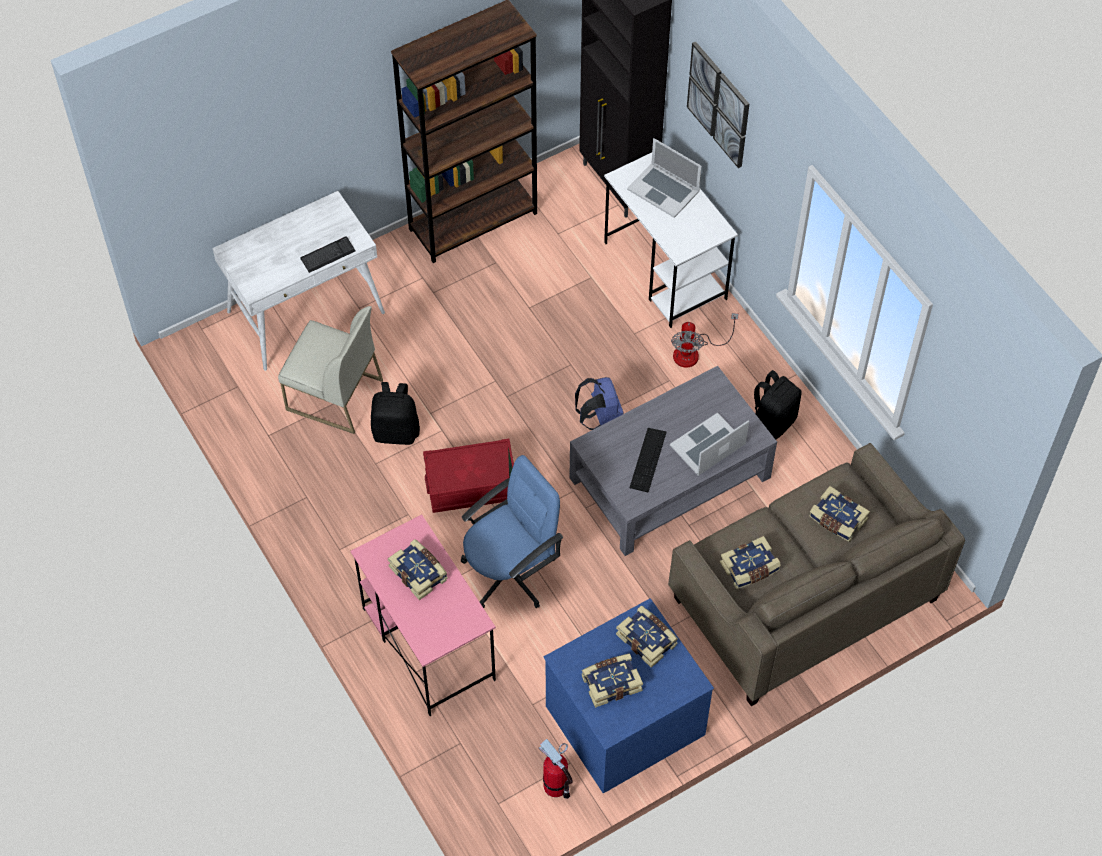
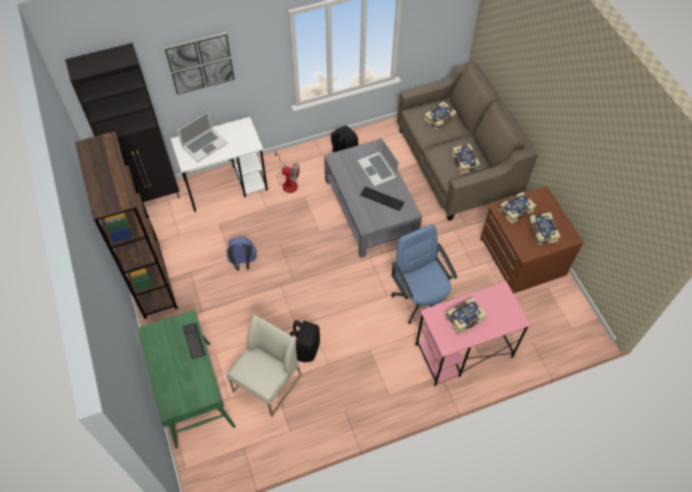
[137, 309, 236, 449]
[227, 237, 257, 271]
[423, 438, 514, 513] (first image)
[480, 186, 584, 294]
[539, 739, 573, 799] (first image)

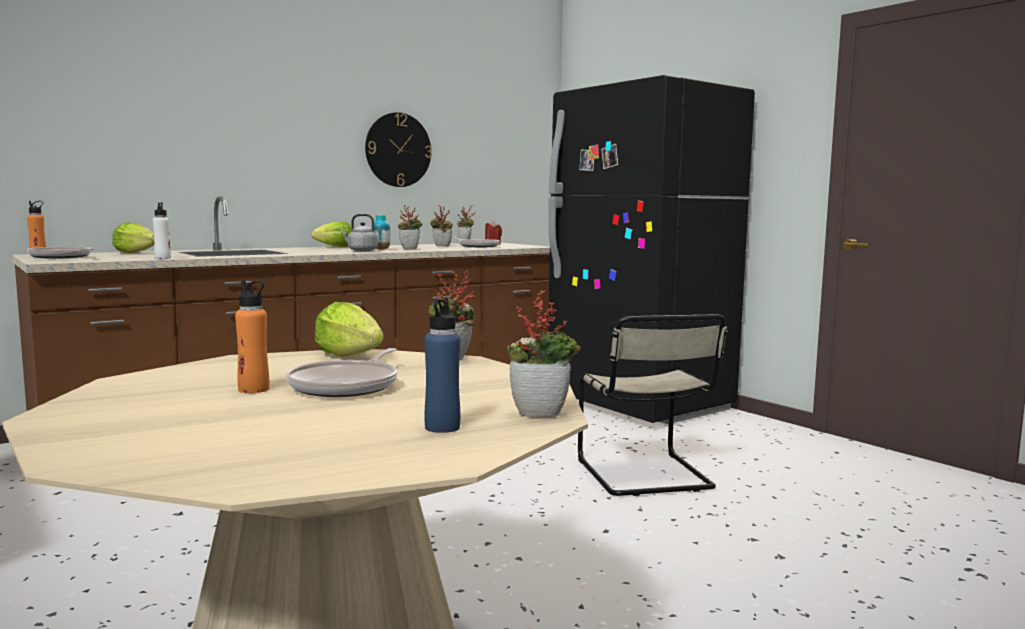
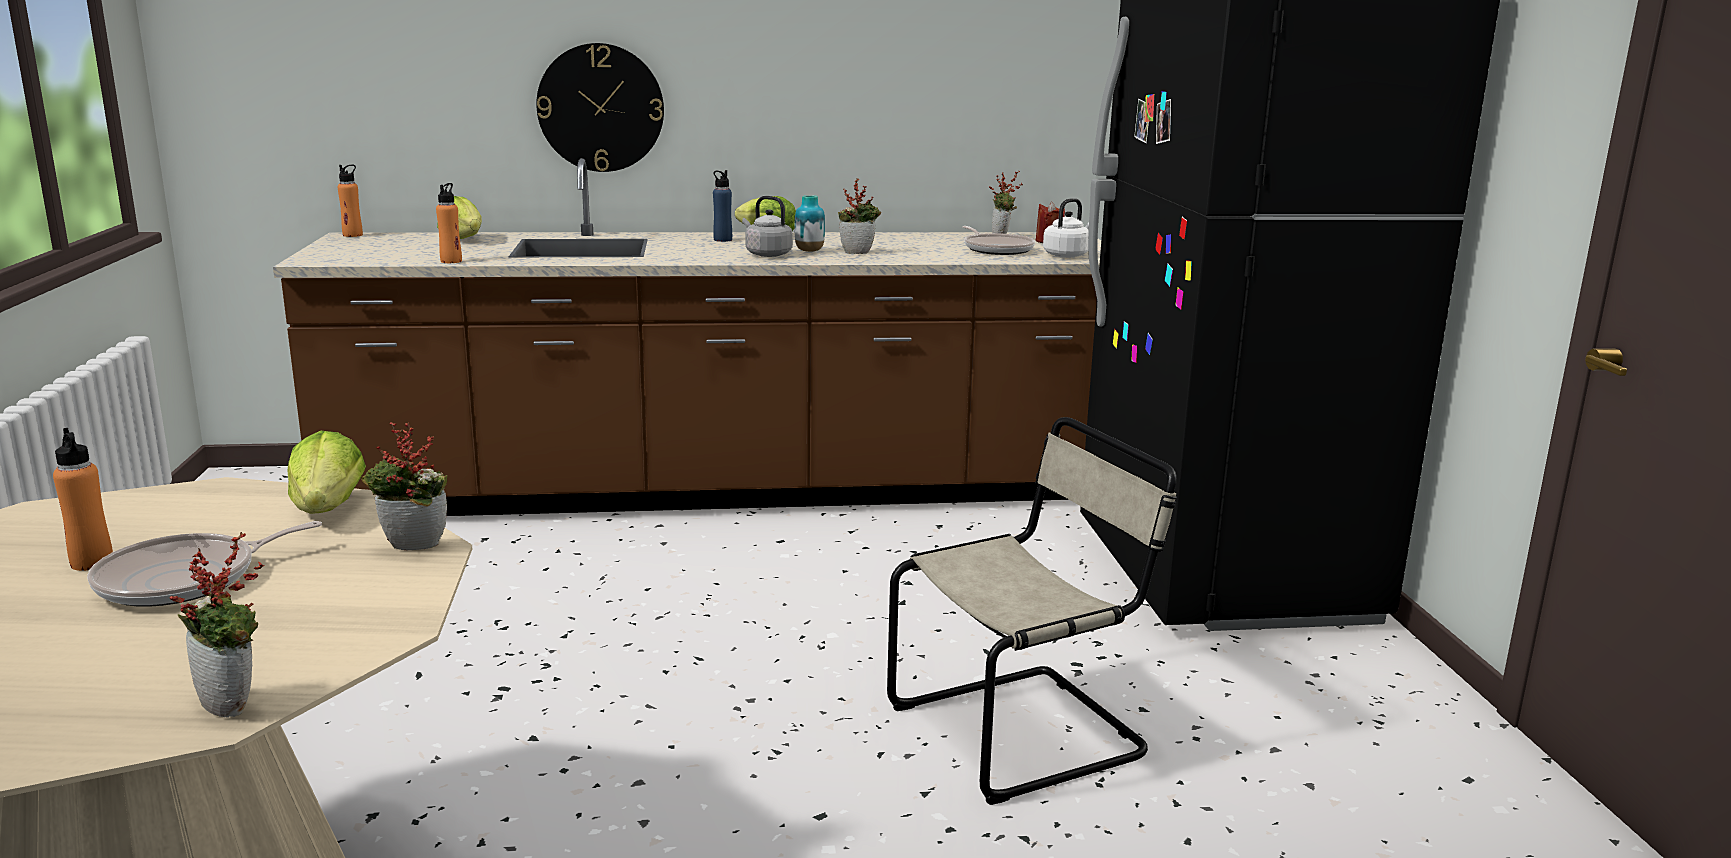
[536, 43, 664, 172]
[436, 183, 462, 263]
[430, 205, 453, 246] (first image)
[27, 247, 94, 259] (first image)
[713, 170, 732, 242]
[887, 417, 1177, 805]
[1043, 198, 1089, 258]

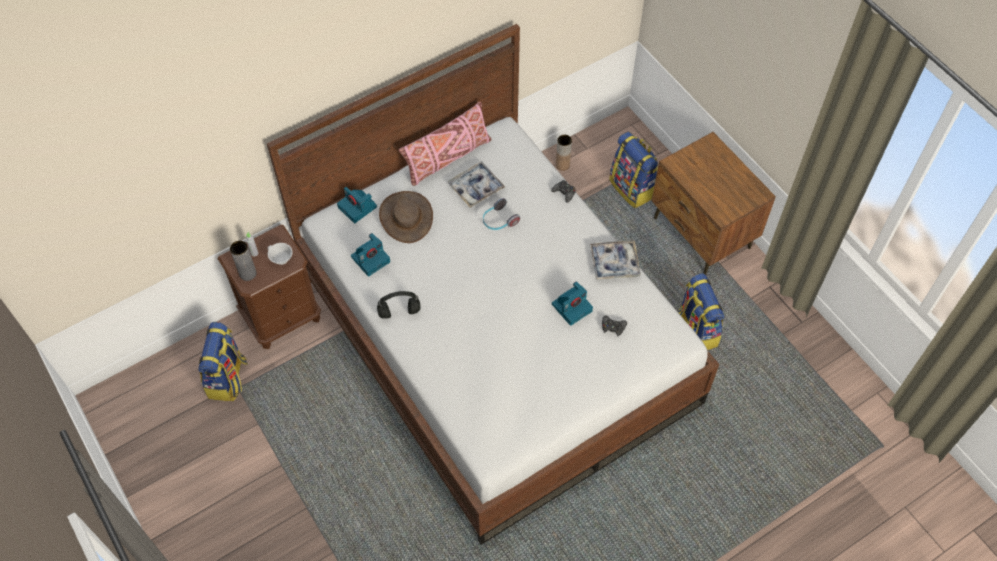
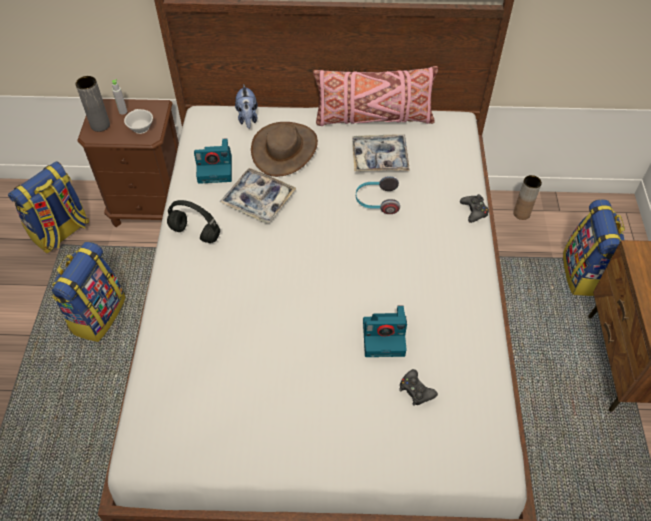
[235, 84, 258, 129]
[220, 168, 296, 223]
[51, 242, 126, 342]

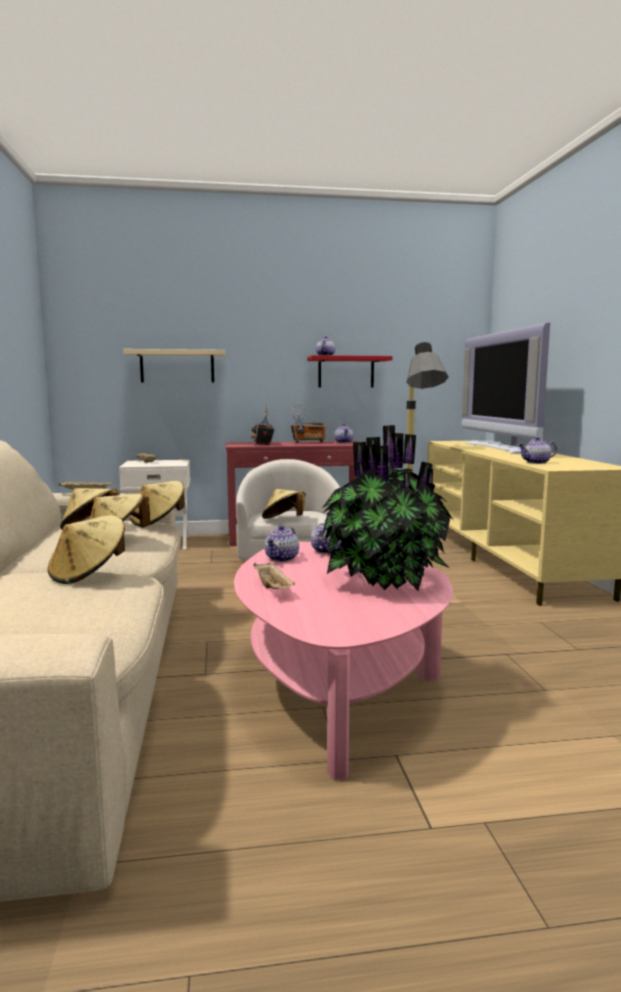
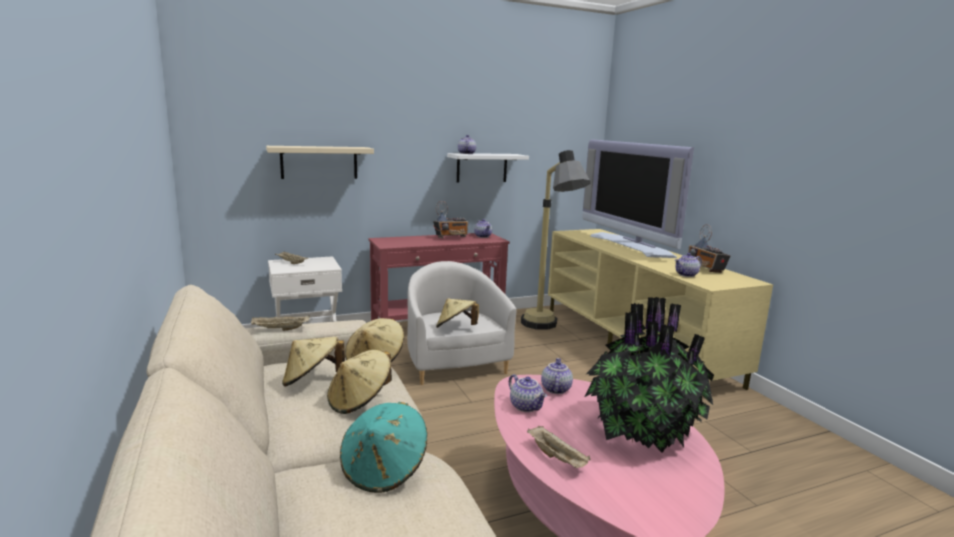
[447, 153, 529, 183]
[688, 224, 731, 273]
[340, 402, 427, 493]
[509, 374, 547, 412]

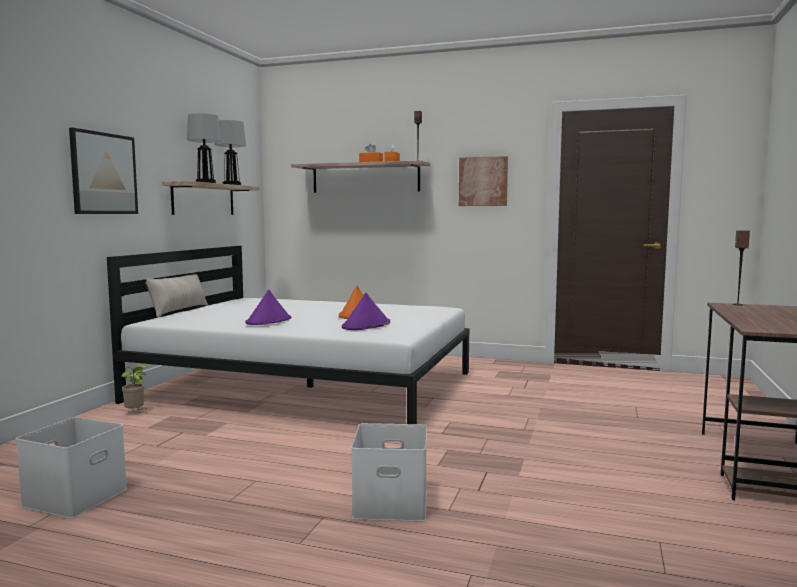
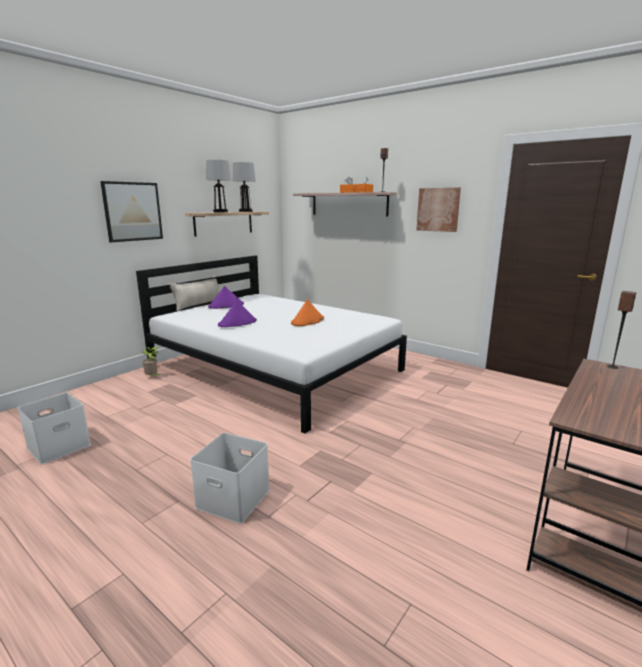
[208, 286, 244, 309]

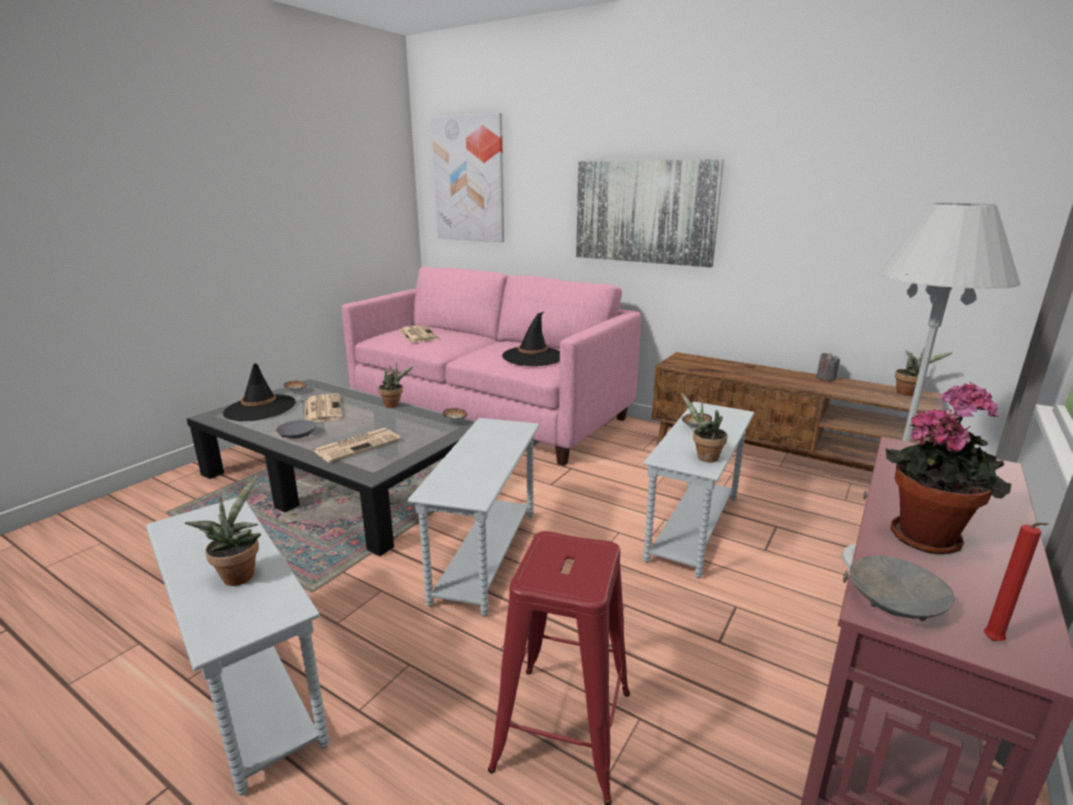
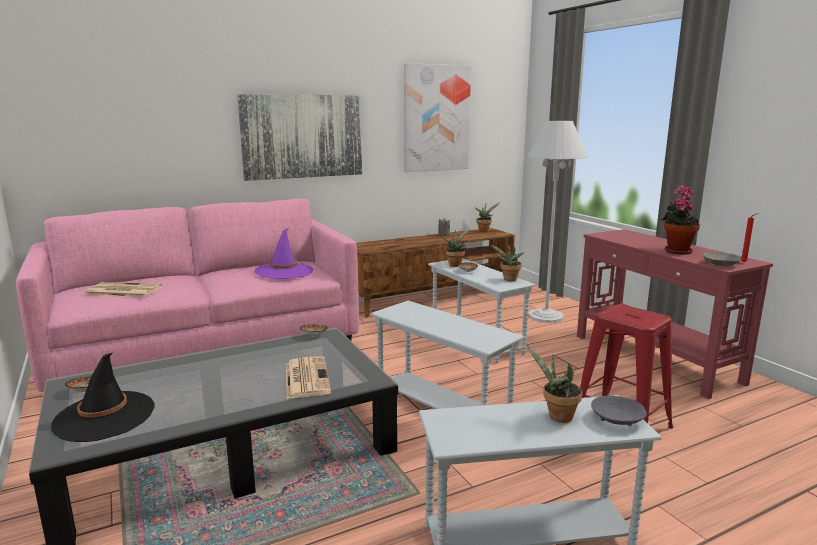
[404, 63, 471, 172]
[254, 228, 313, 279]
[442, 228, 470, 267]
[305, 393, 342, 423] (first image)
[591, 396, 647, 426]

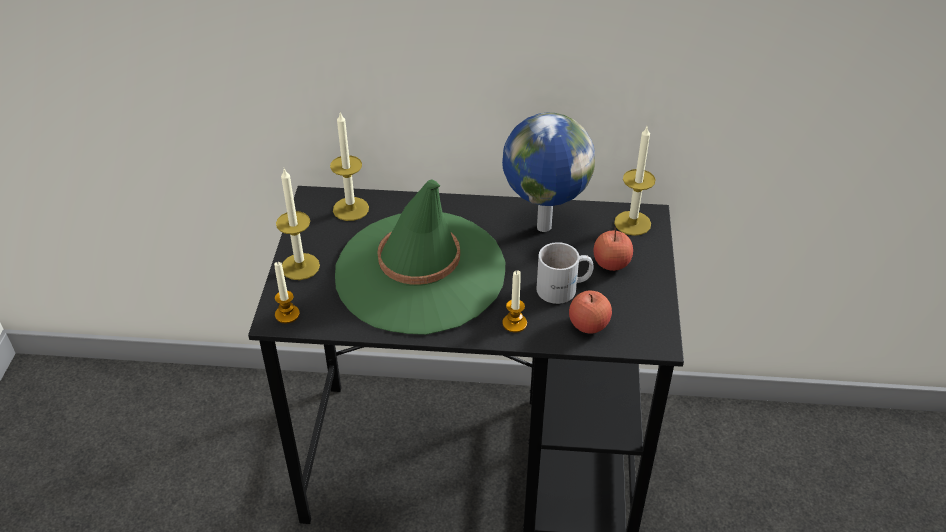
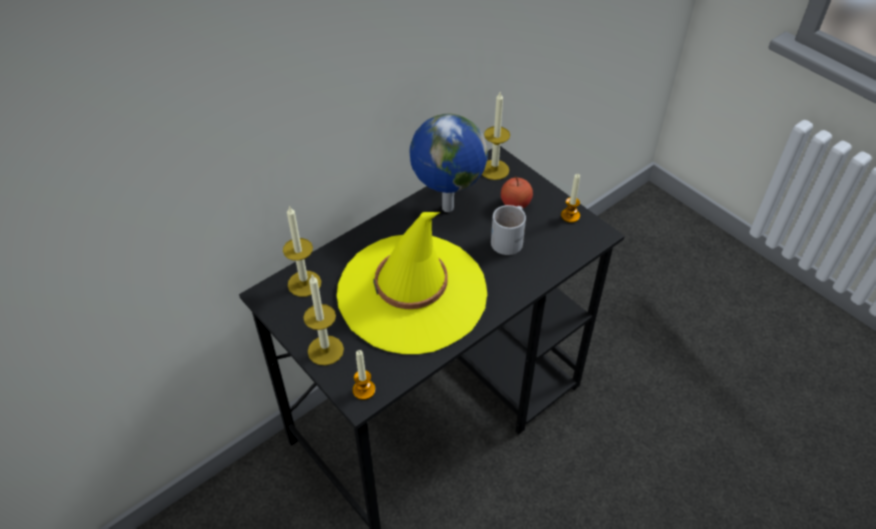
[337, 212, 487, 354]
[561, 174, 580, 223]
[569, 290, 612, 333] (first image)

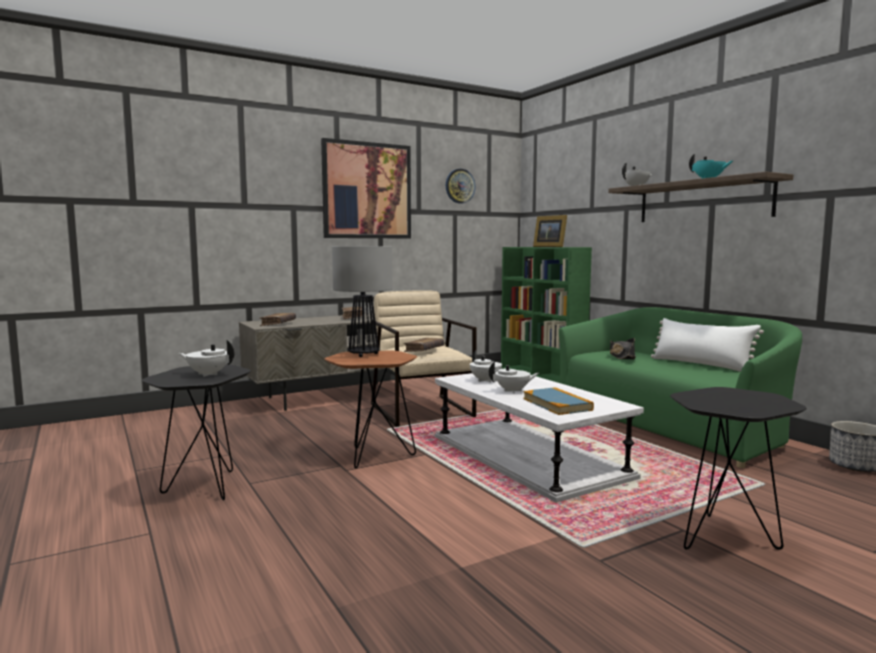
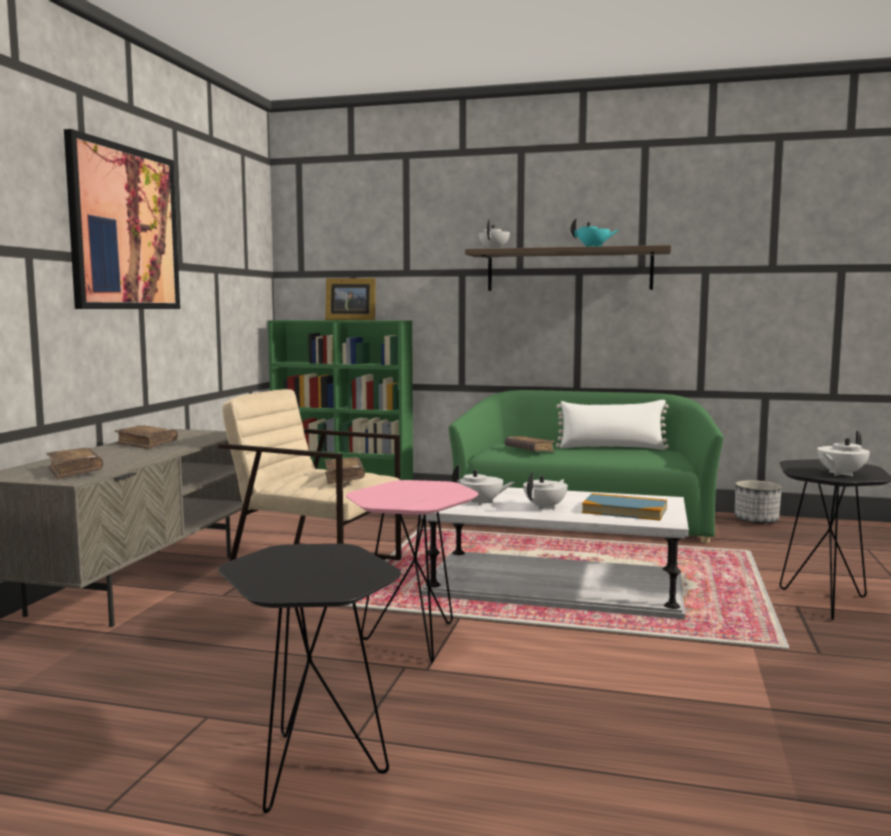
[446, 169, 476, 204] (first image)
[332, 246, 393, 357] (first image)
[505, 436, 555, 452]
[817, 431, 870, 476]
[346, 480, 478, 663]

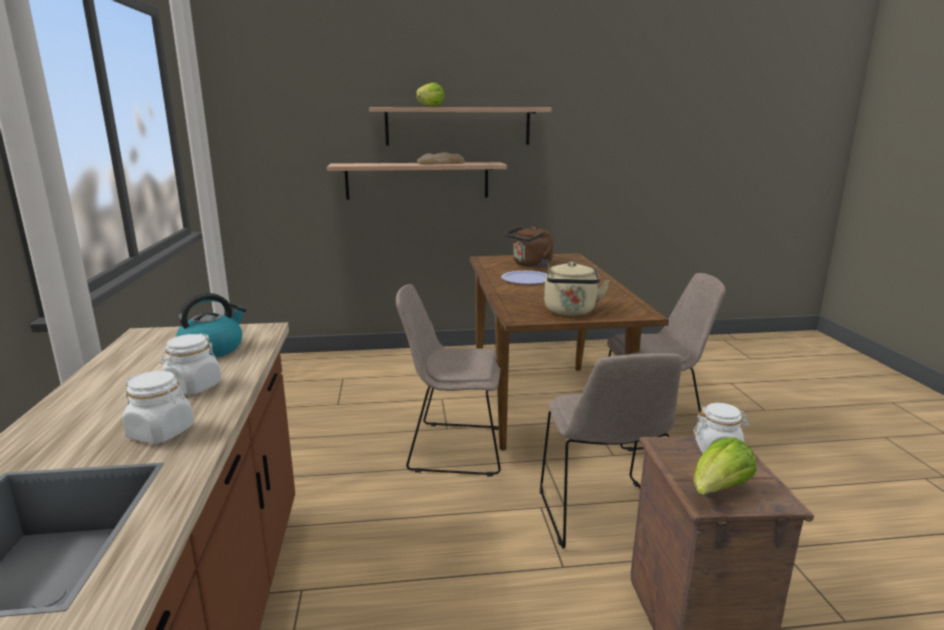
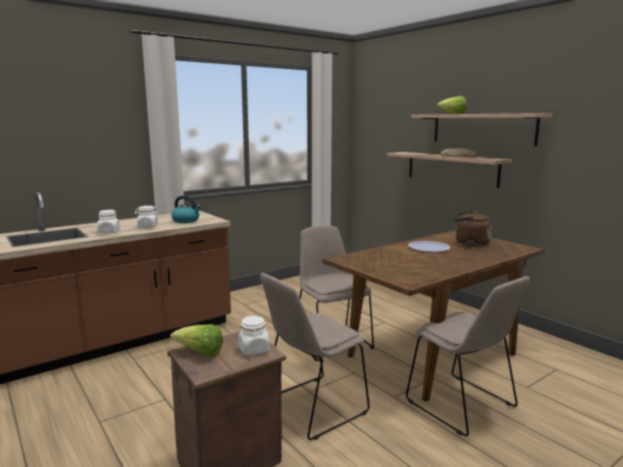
[544, 261, 610, 316] (first image)

